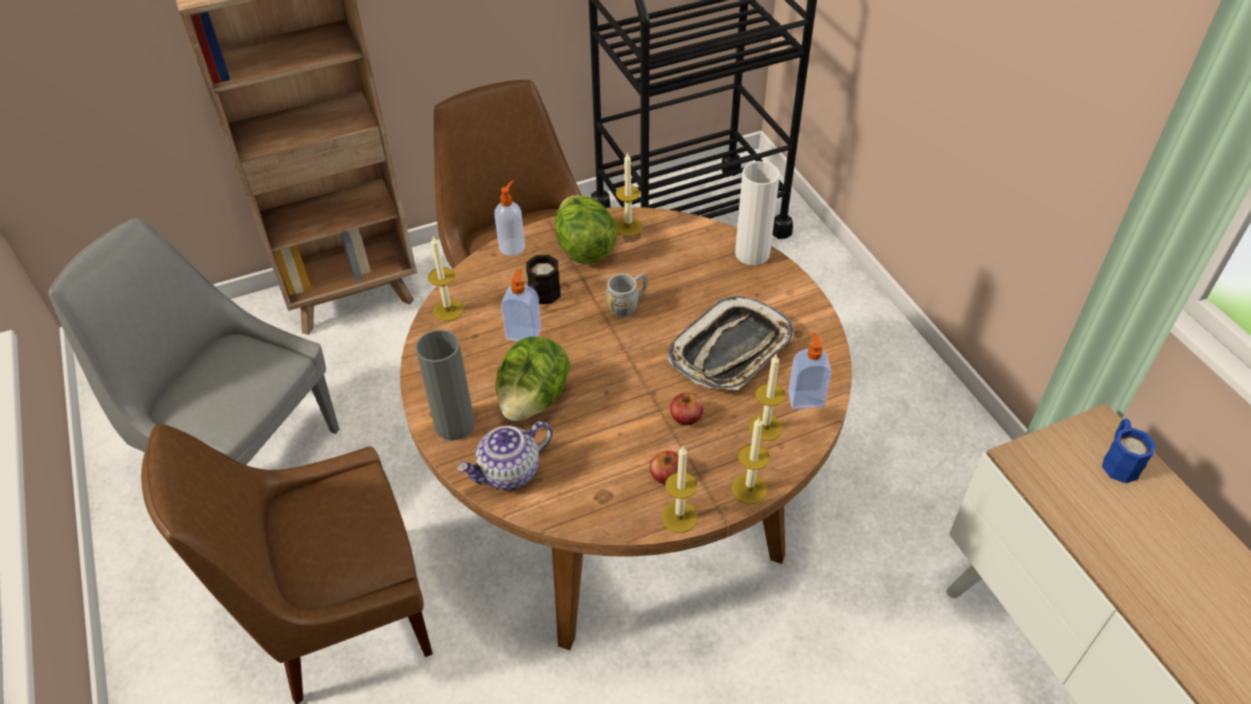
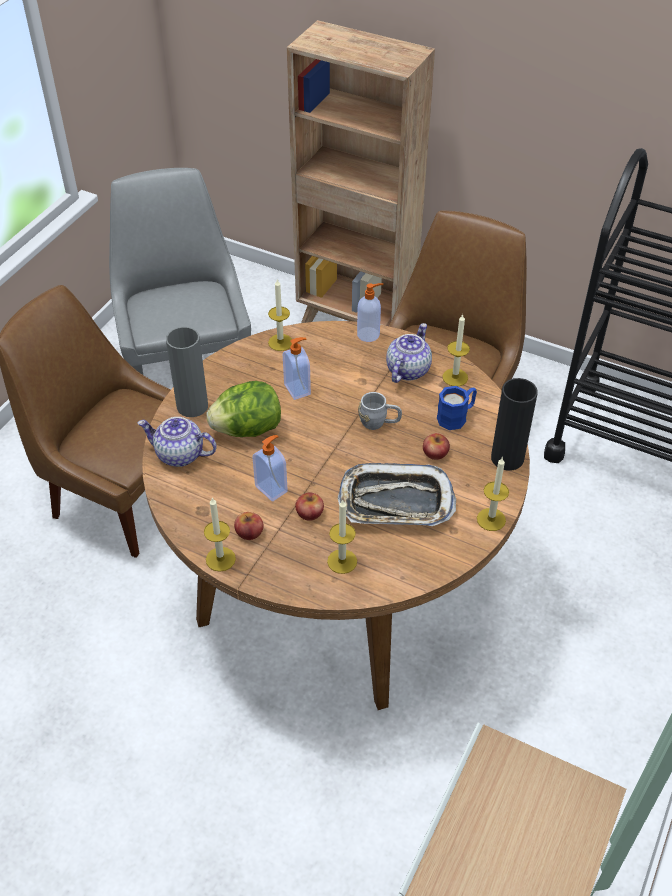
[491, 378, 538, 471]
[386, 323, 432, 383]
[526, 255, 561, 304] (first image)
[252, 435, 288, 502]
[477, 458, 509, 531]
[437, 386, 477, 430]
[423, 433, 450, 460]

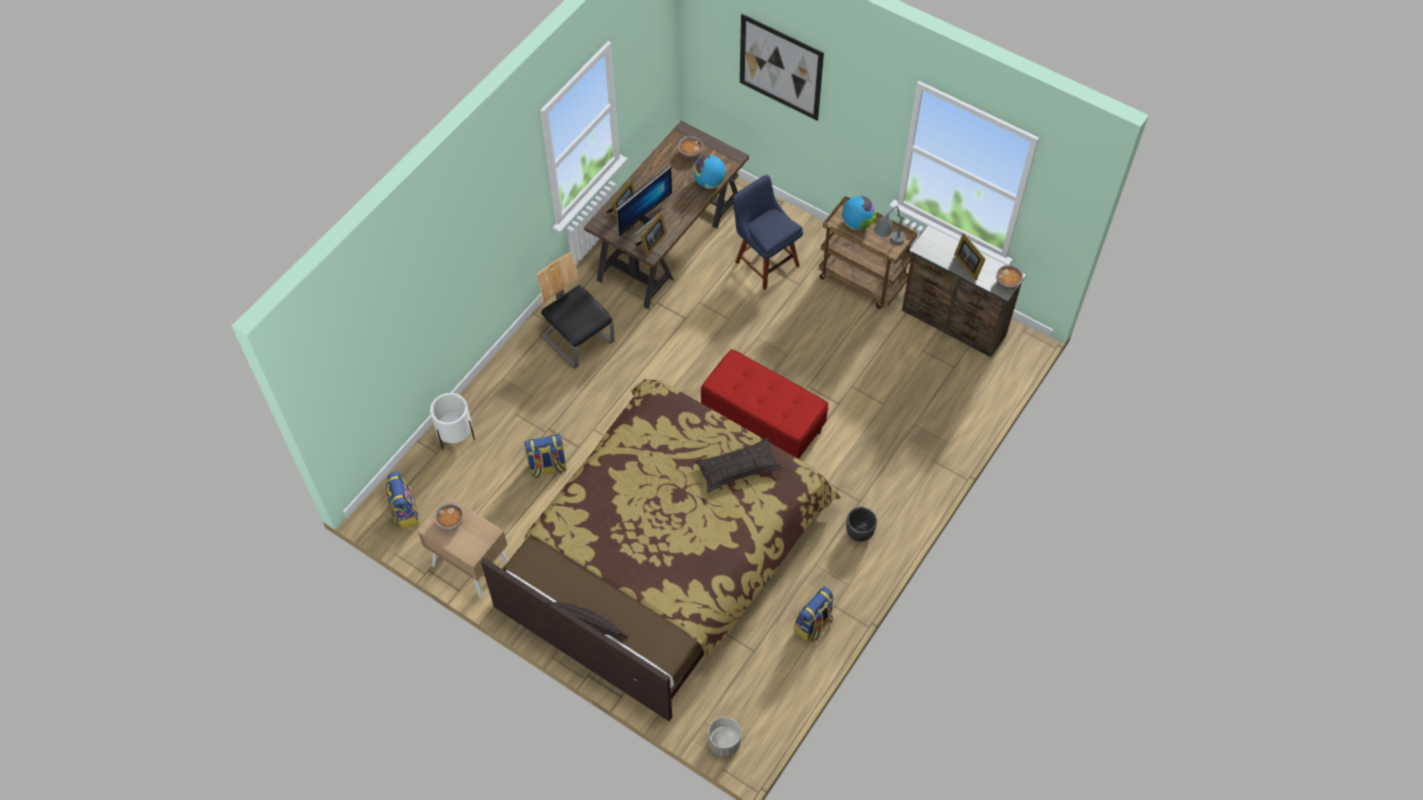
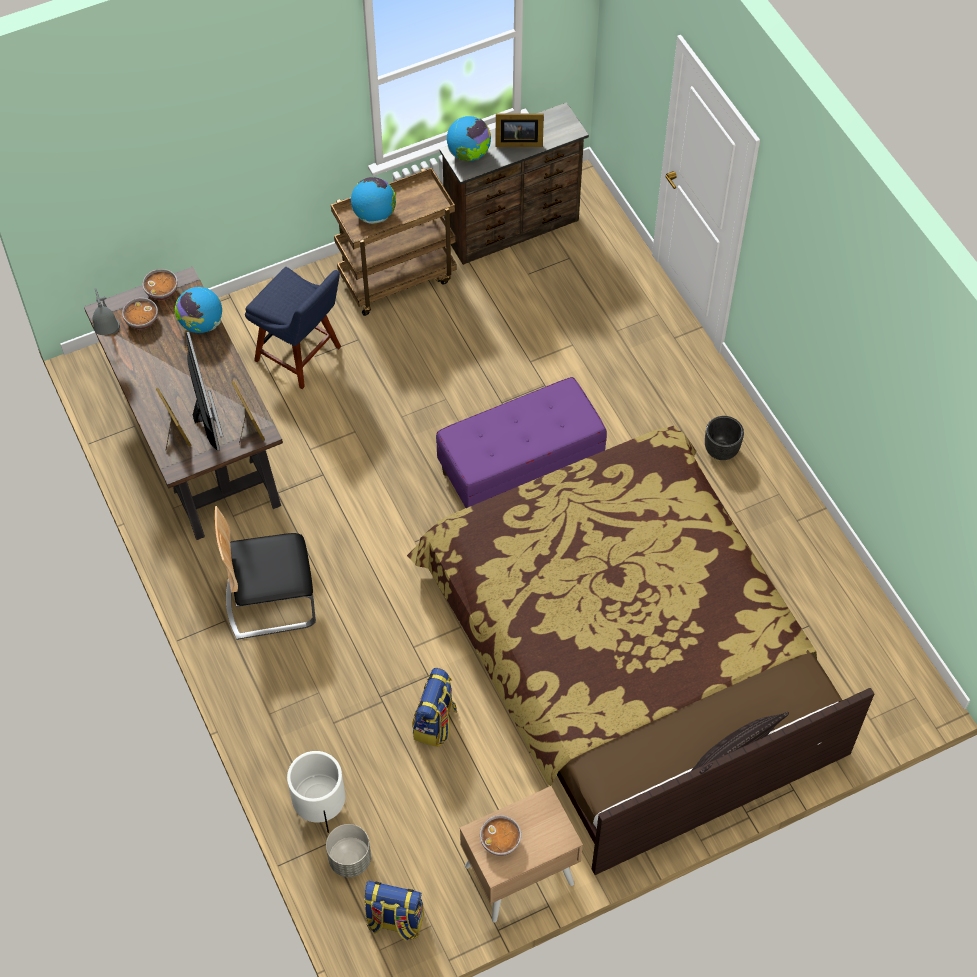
[740, 14, 824, 121] (first image)
[245, 267, 341, 389]
[93, 288, 120, 335]
[142, 269, 178, 300]
[436, 377, 607, 508]
[695, 438, 782, 493] (first image)
[794, 586, 834, 643] (first image)
[326, 824, 371, 877]
[447, 116, 491, 161]

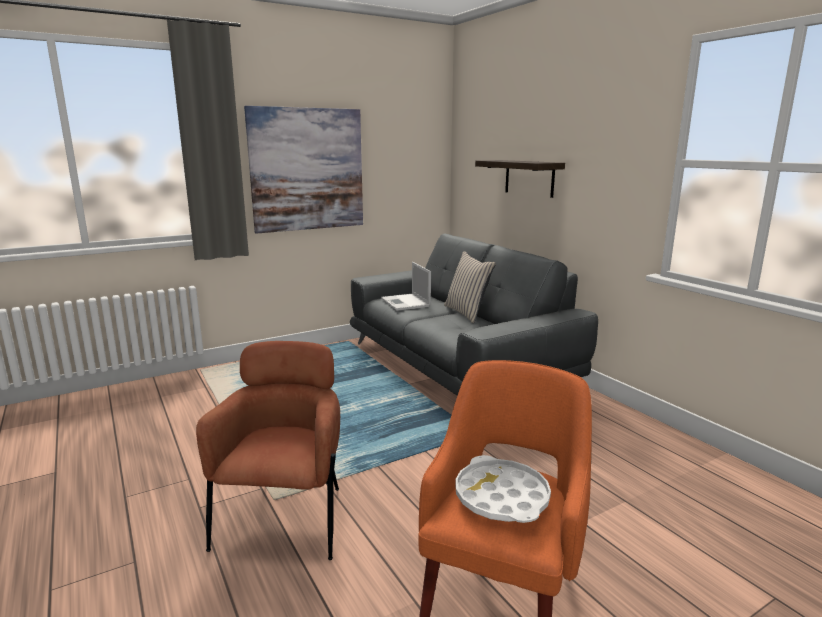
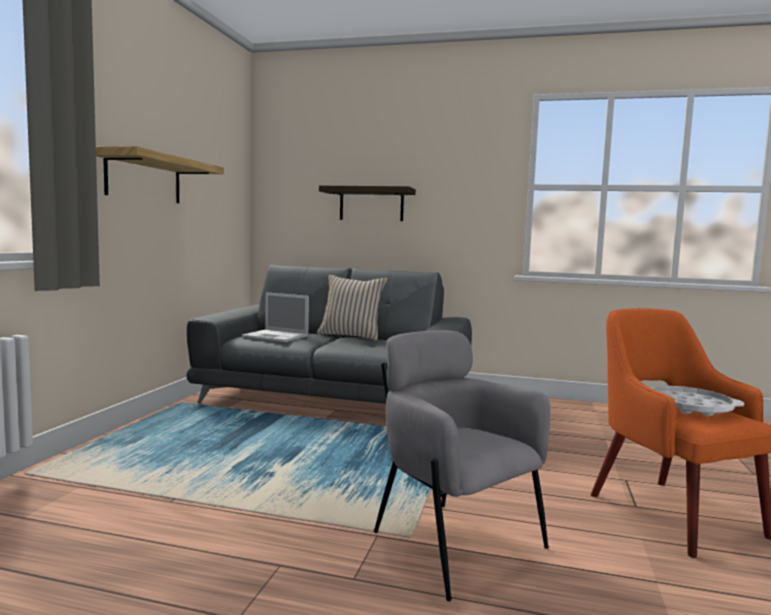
[96, 146, 224, 203]
[374, 330, 550, 601]

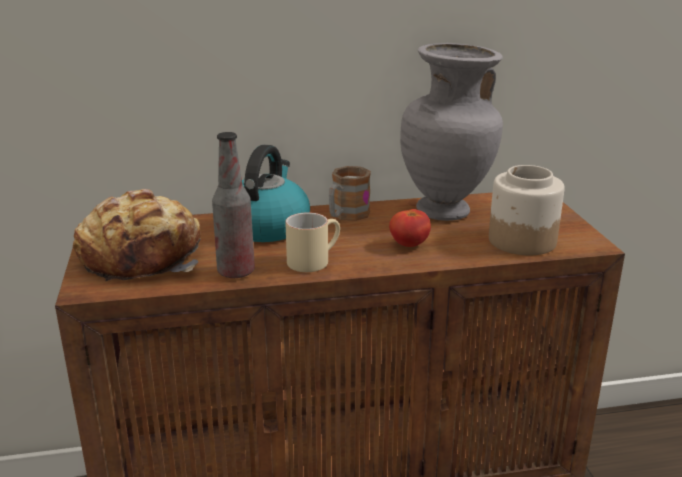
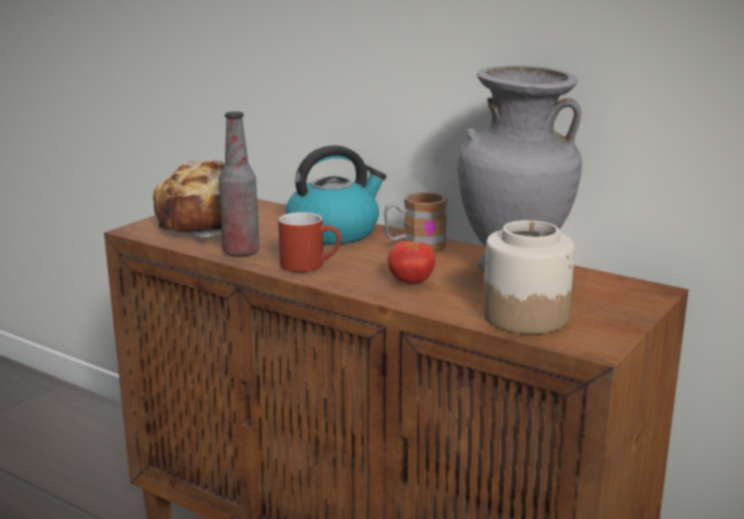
[278, 212, 341, 272]

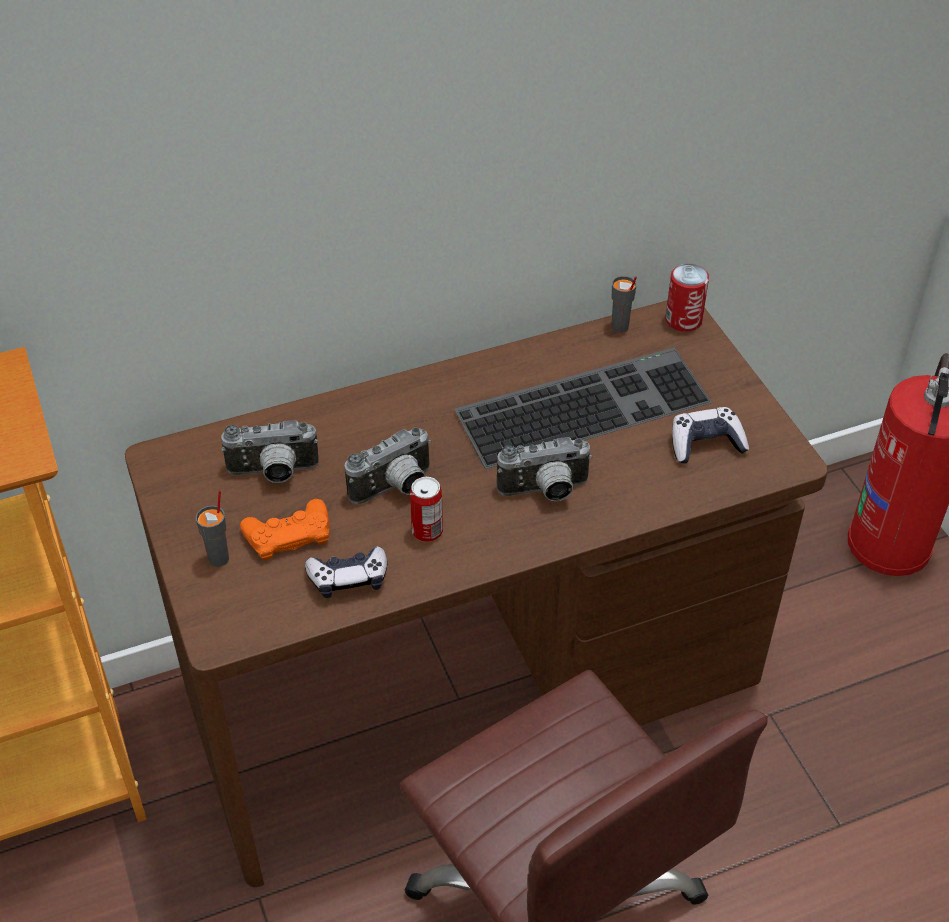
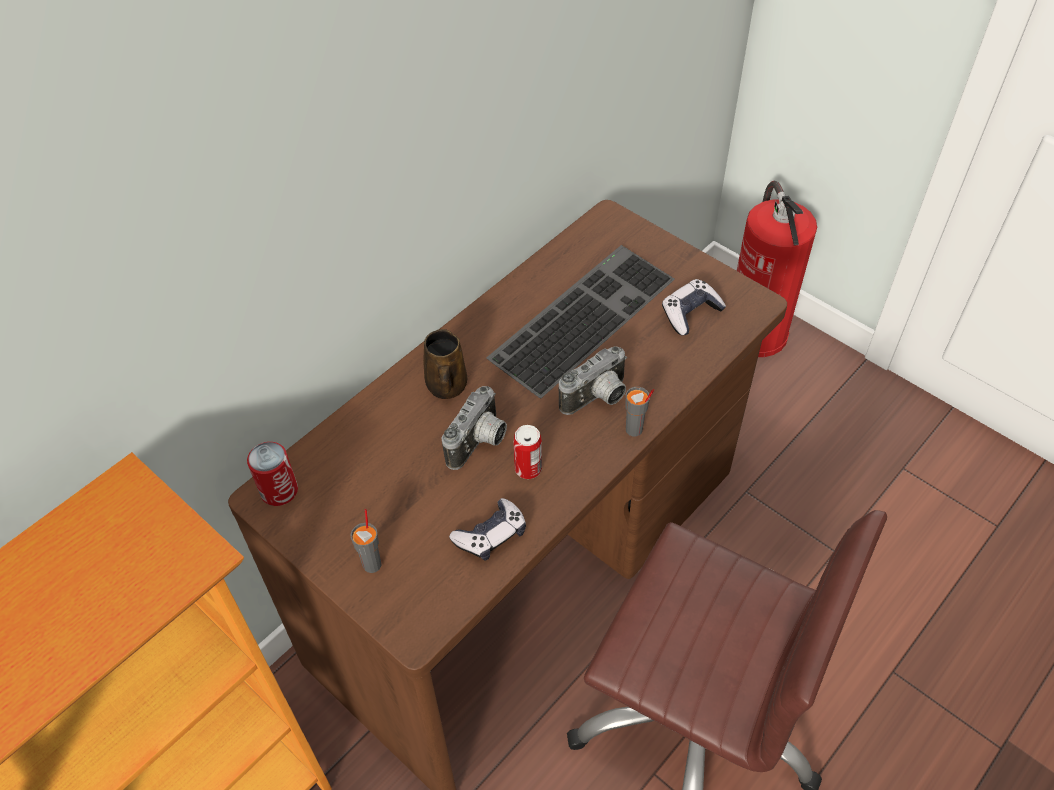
[247, 442, 298, 506]
[625, 387, 654, 437]
[221, 420, 319, 483] (first image)
[240, 499, 329, 560] (first image)
[423, 329, 467, 399]

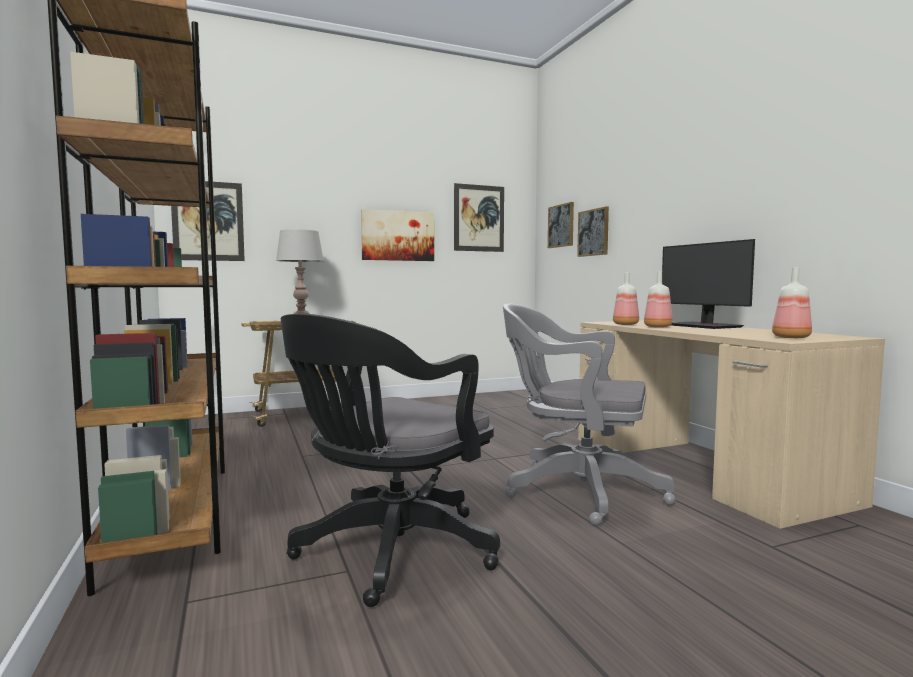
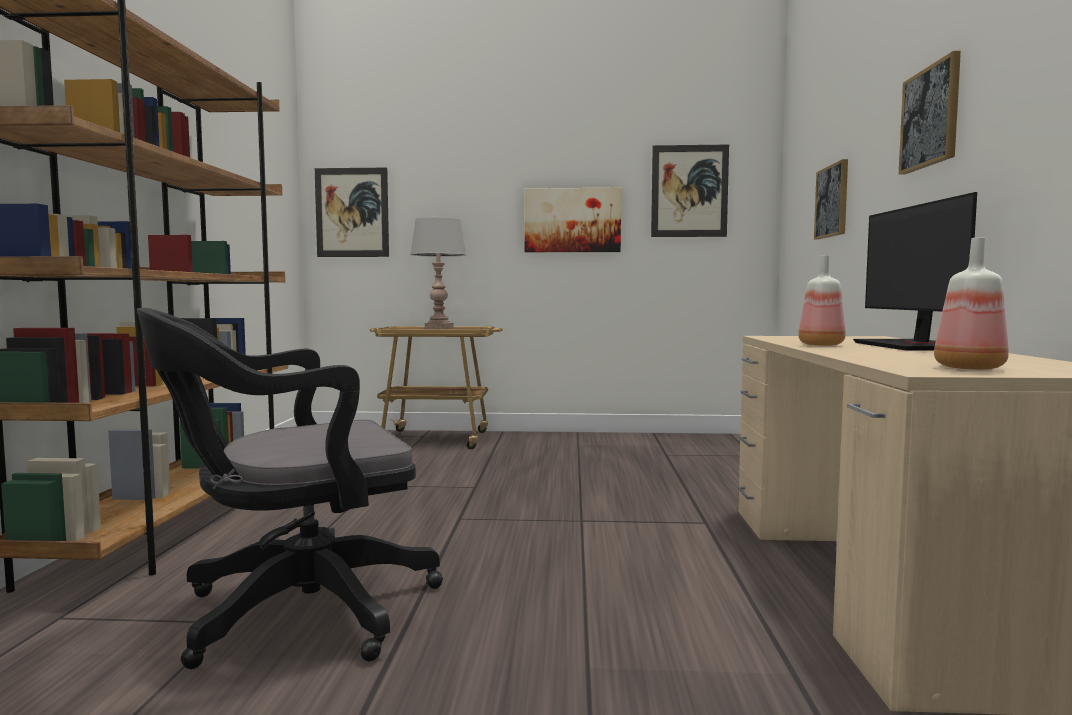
[899, 51, 961, 175]
[613, 273, 639, 325] (first image)
[503, 304, 675, 526] (first image)

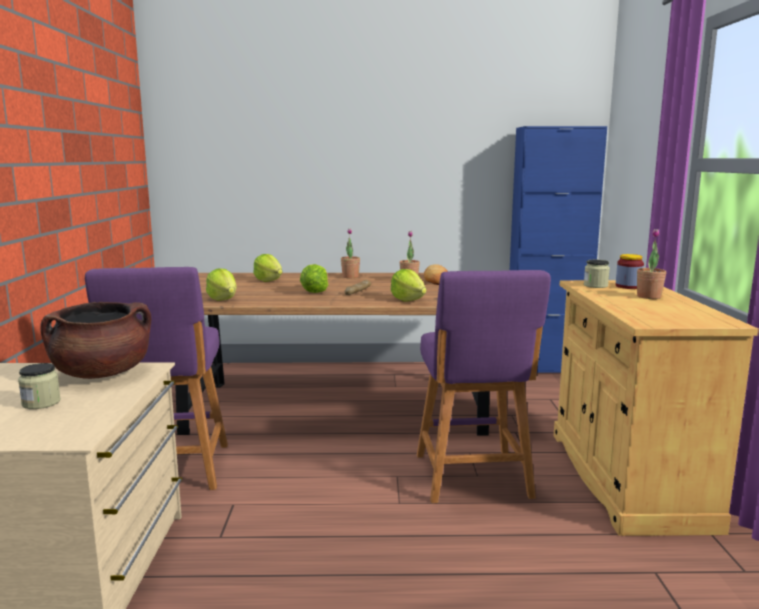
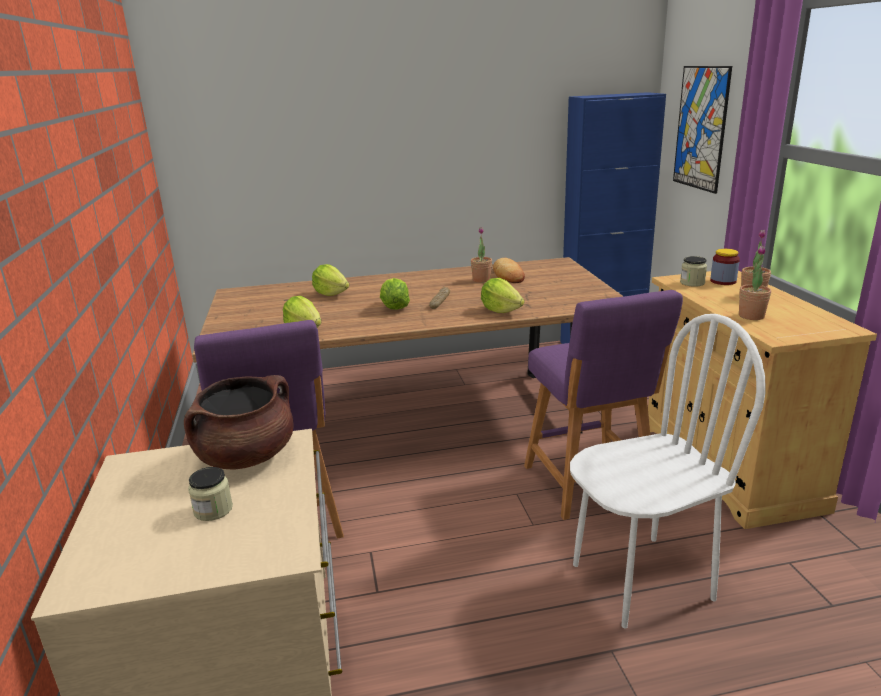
[739, 246, 771, 320]
[673, 66, 732, 194]
[570, 314, 766, 629]

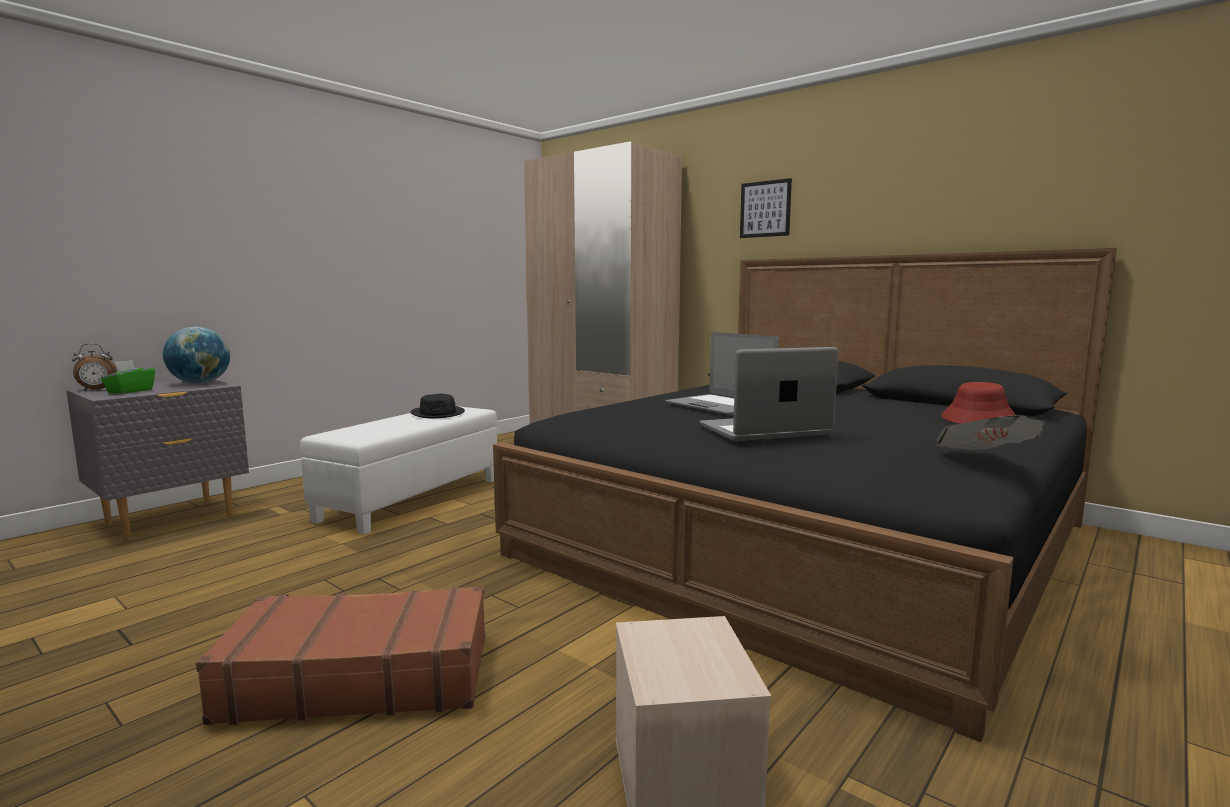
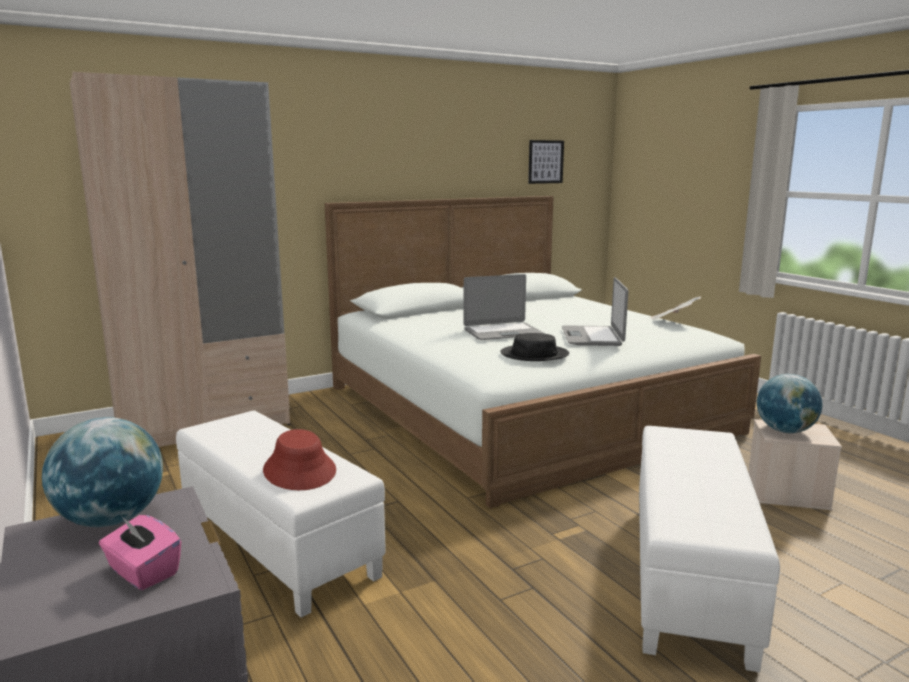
[528, 140, 564, 184]
[325, 196, 761, 508]
[72, 343, 117, 391] (first image)
[99, 515, 181, 590]
[263, 429, 336, 490]
[500, 333, 569, 361]
[639, 426, 780, 672]
[757, 374, 822, 433]

